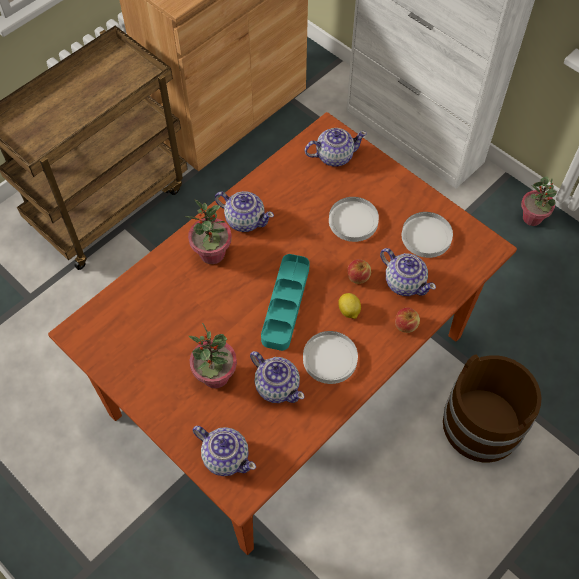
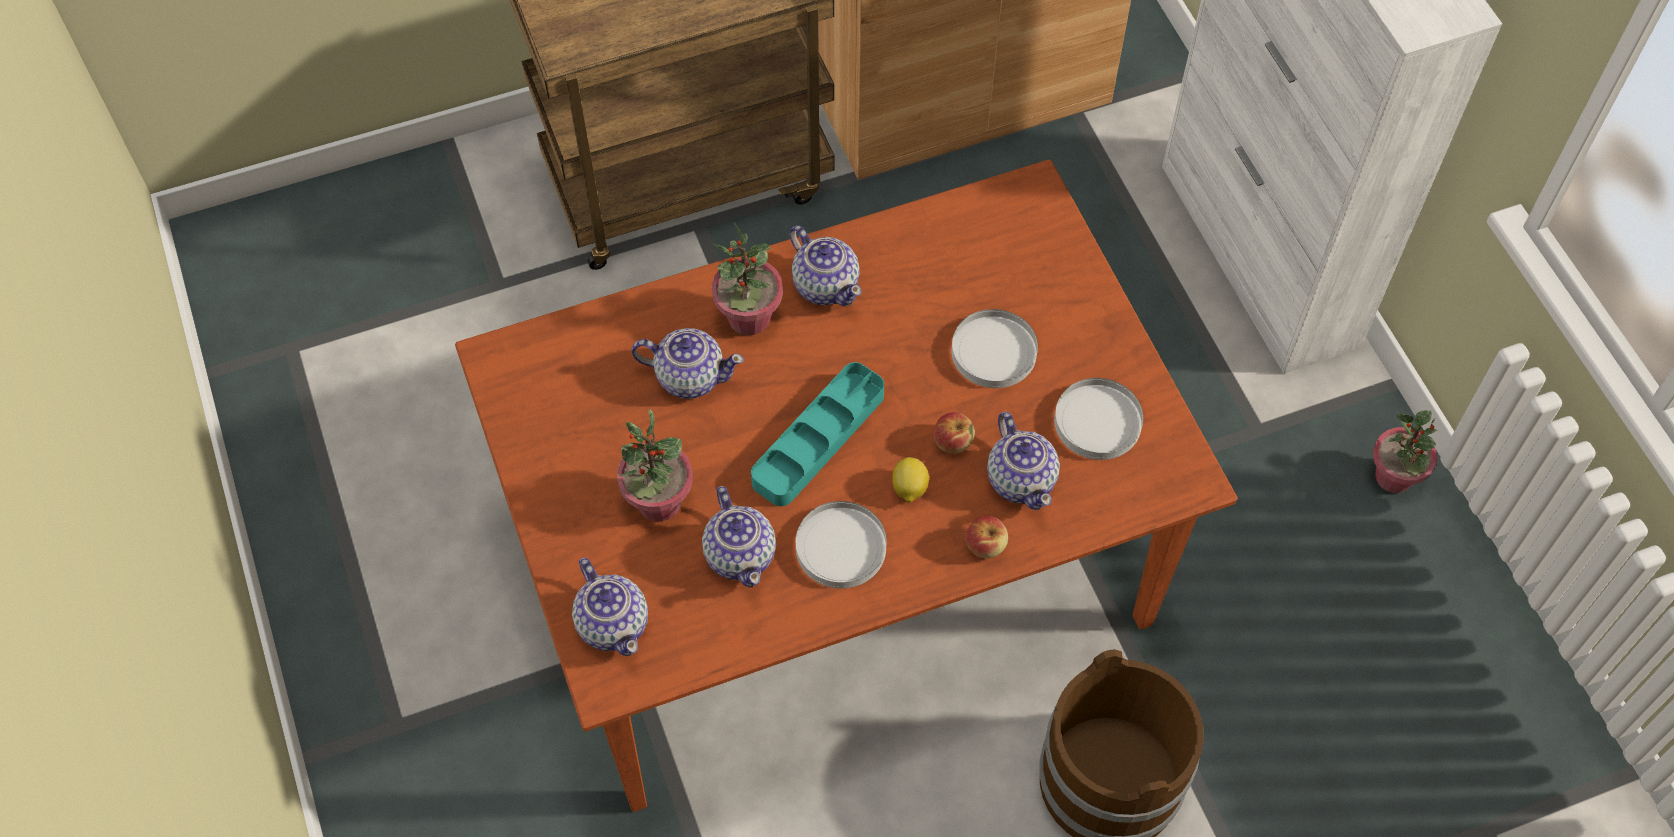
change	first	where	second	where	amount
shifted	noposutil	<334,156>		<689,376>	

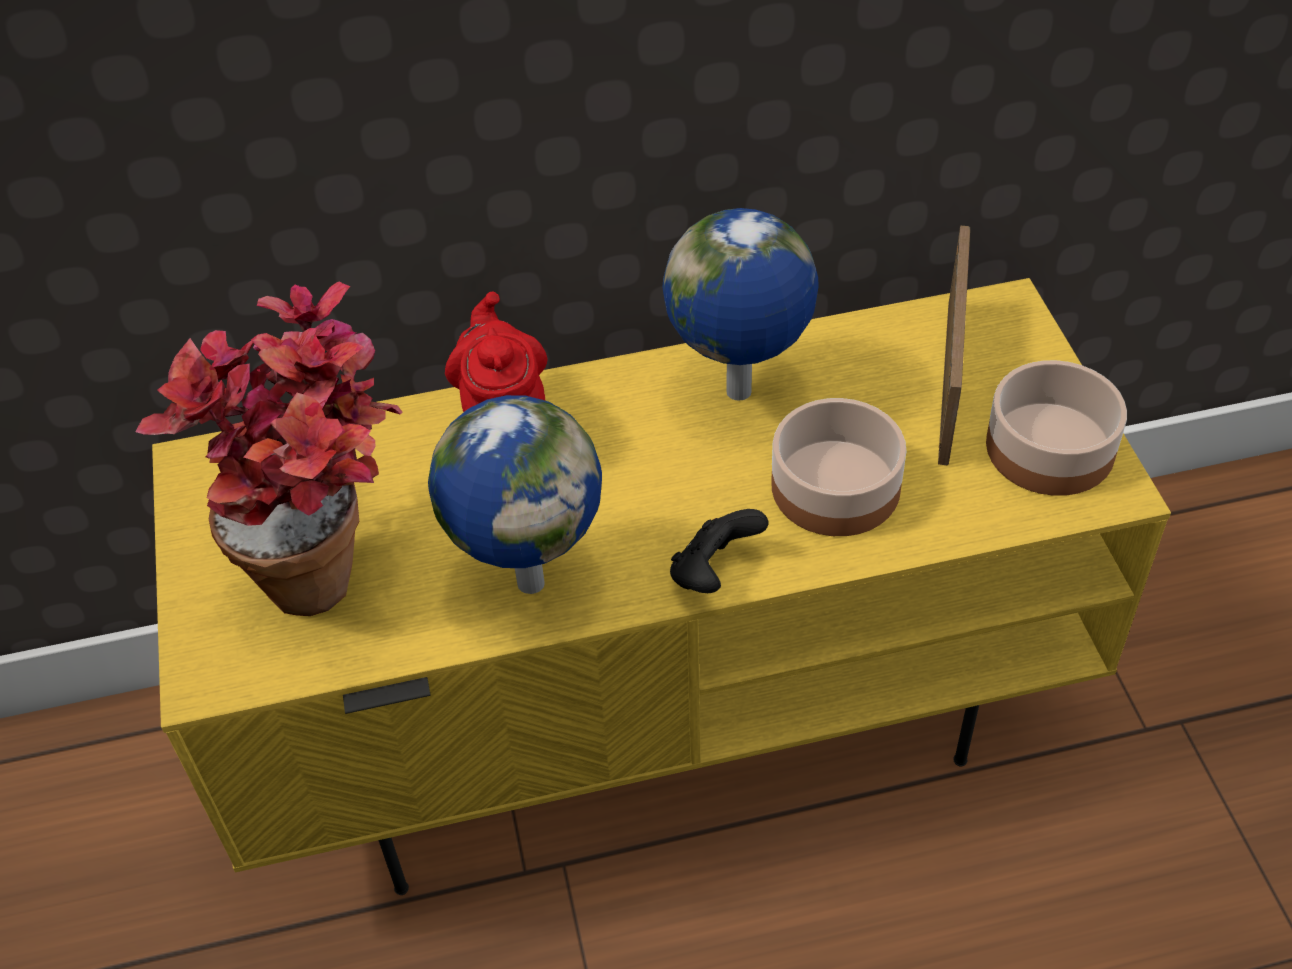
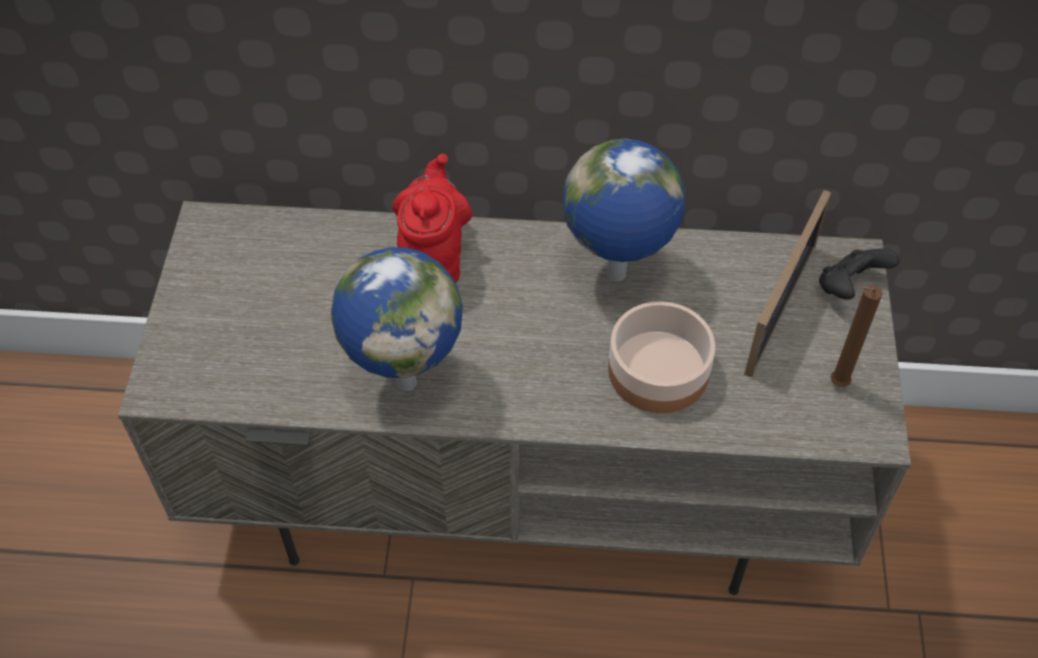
change	first	where	second	where	amount
gone	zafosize	<331,562>			
repainted	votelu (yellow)	<660,713>	votelu (grey)	<523,486>	
shifted	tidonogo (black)	<714,572>		<849,287>	
swapped	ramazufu	<1047,447>	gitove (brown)	<835,384>	

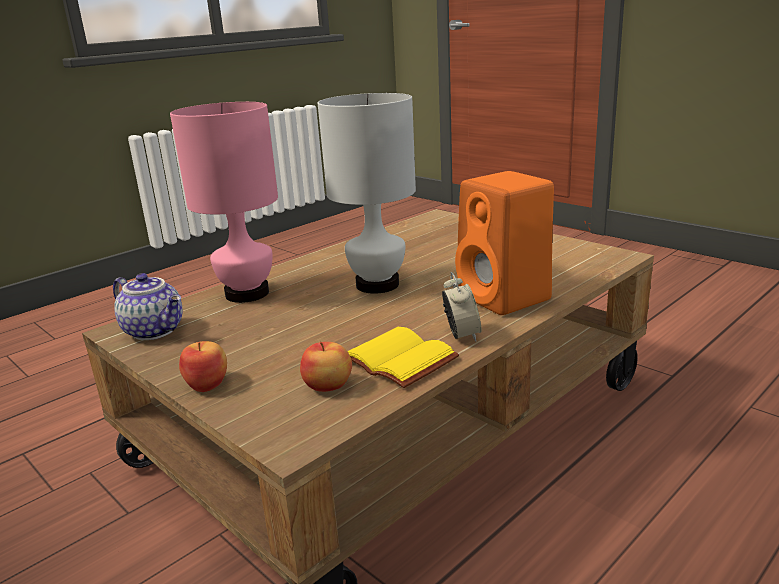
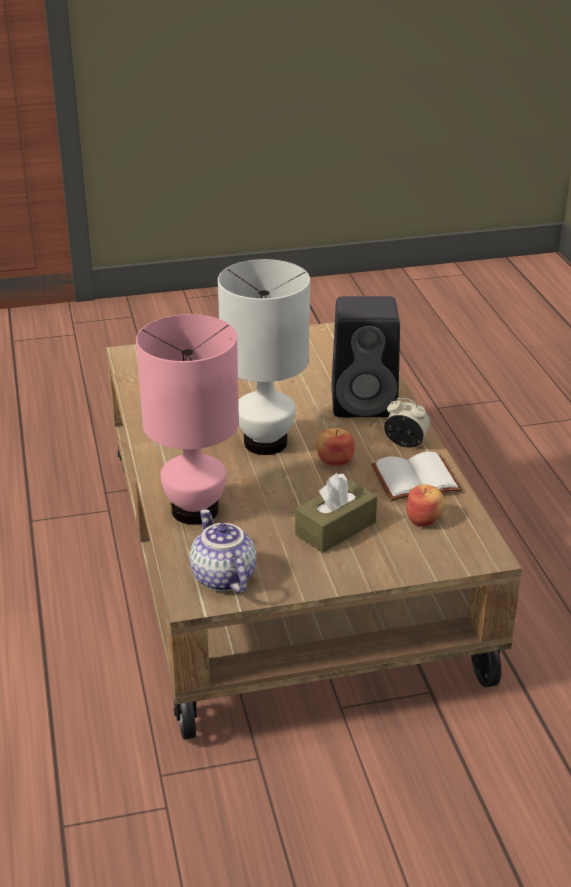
change	first	where	second	where	amount
rotated	noposutil	<155,330>		<221,577>	90 degrees counterclockwise
shifted	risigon	<208,384>		<335,460>	
repainted	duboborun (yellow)	<396,360>	duboborun (white)	<415,481>	
repainted	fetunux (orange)	<506,298>	fetunux (black)	<366,403>	
new			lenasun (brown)	<335,528>	

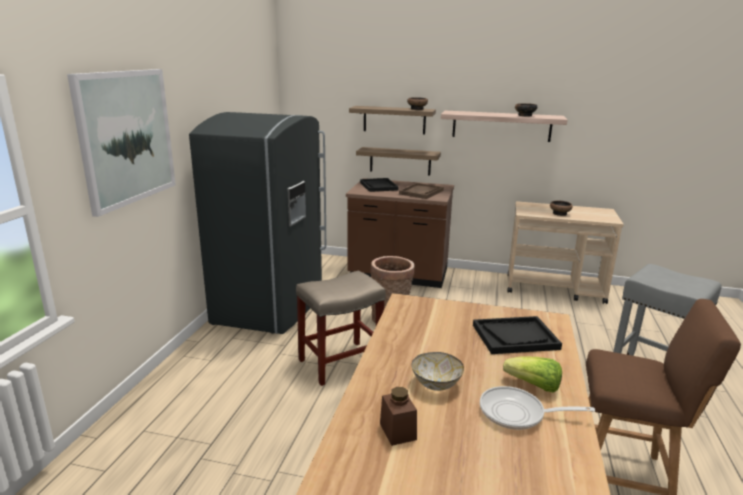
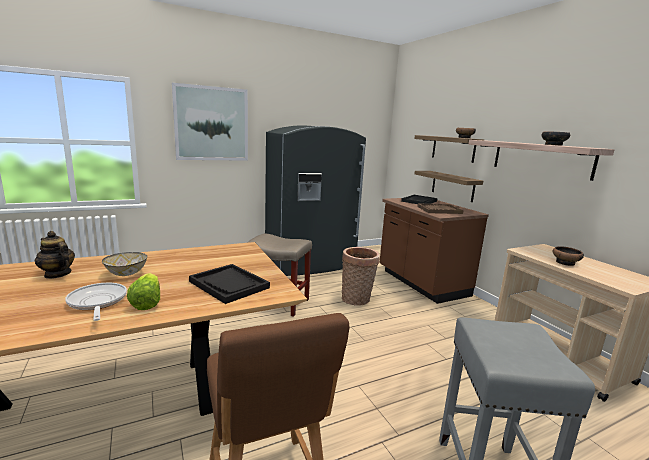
change	first	where	second	where	amount
swapped	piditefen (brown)	<398,431>	noposutil	<57,274>	

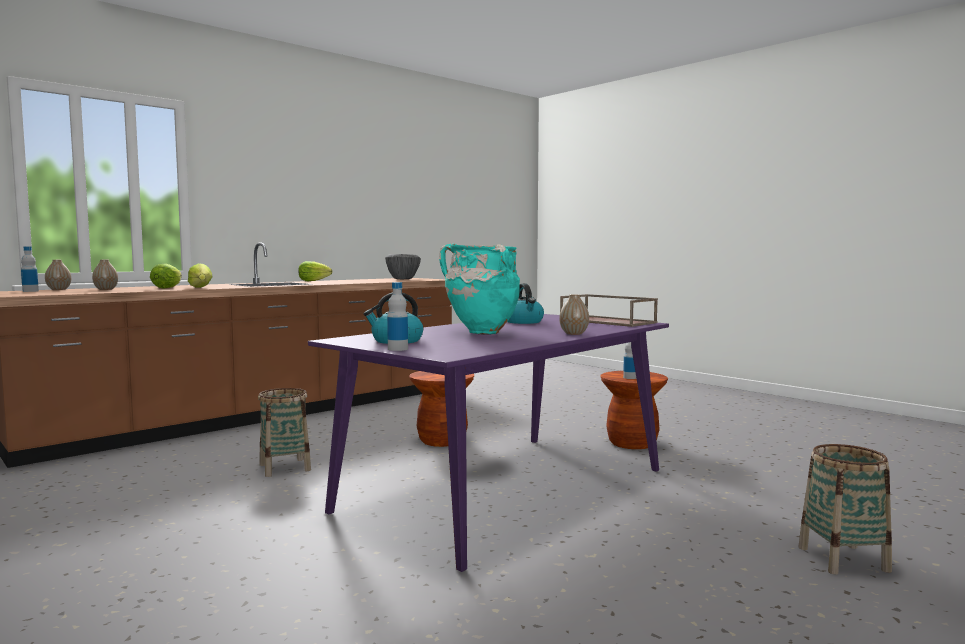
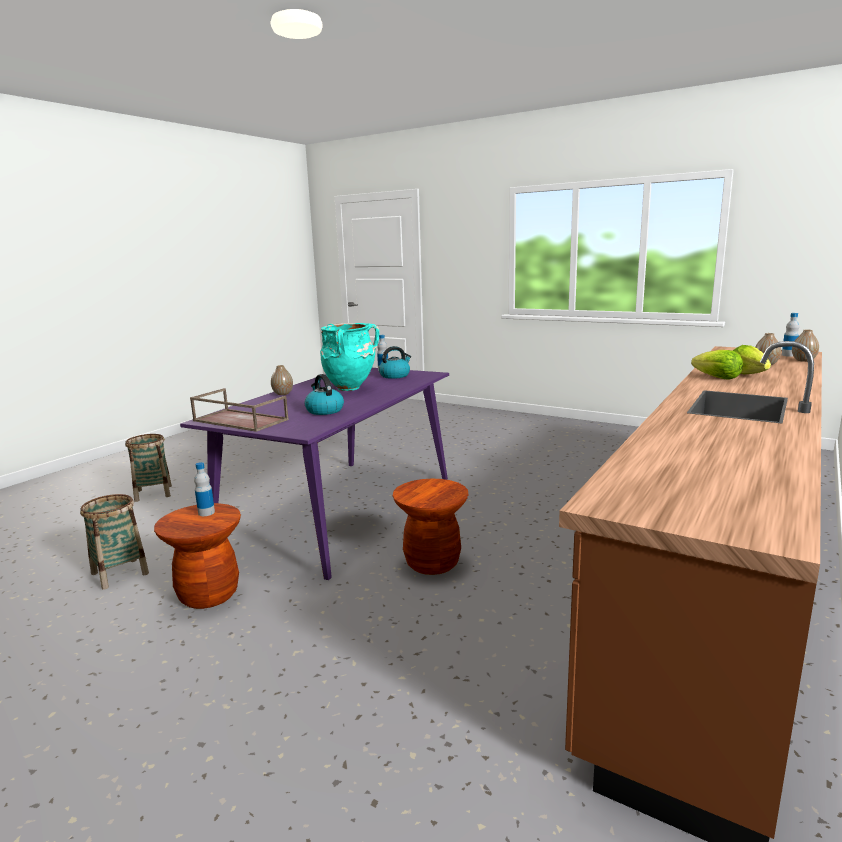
change	first	where	second	where	amount
shifted	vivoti	<284,467>		<120,573>	
gone	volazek	<313,281>			
gone	ramazufu	<403,279>			

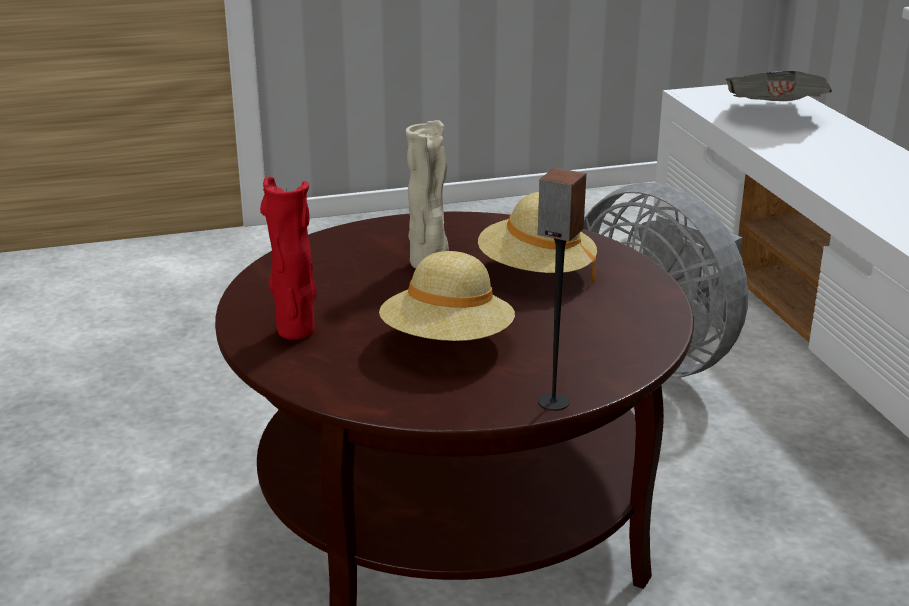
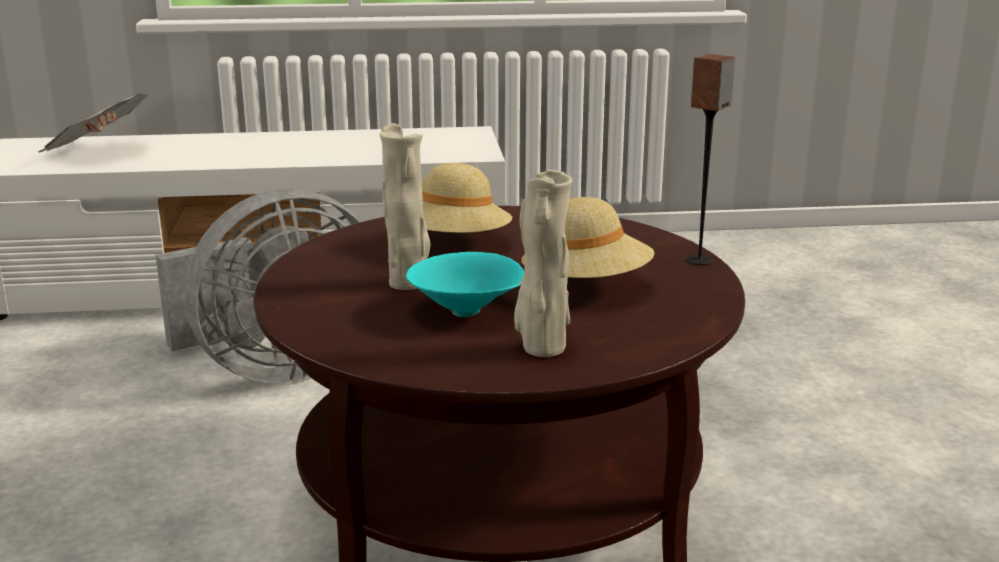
change	first	where	second	where	amount
repainted	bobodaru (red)	<296,330>	bobodaru (beige)	<541,349>	
new			ramazufu (turquoise)	<468,312>	

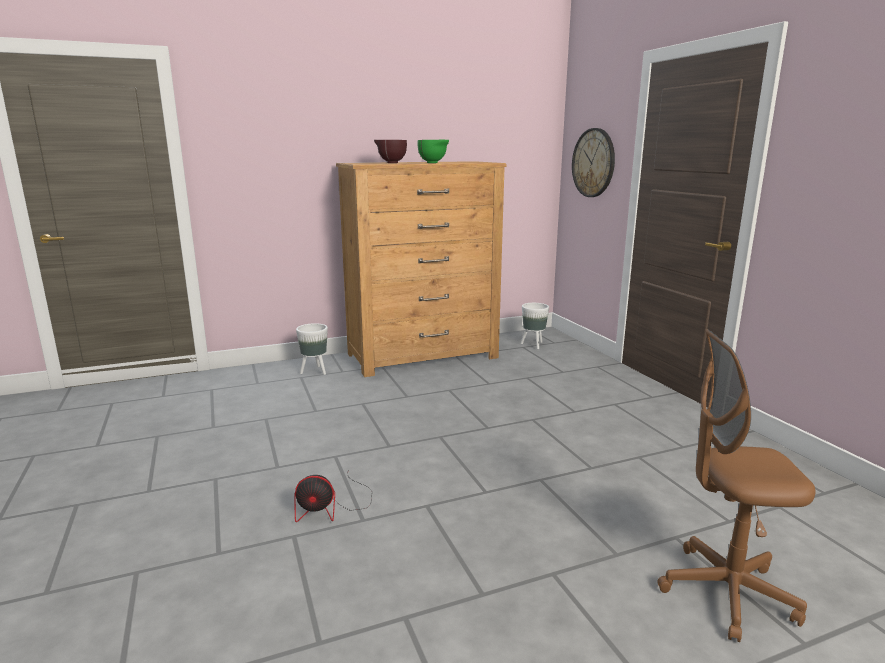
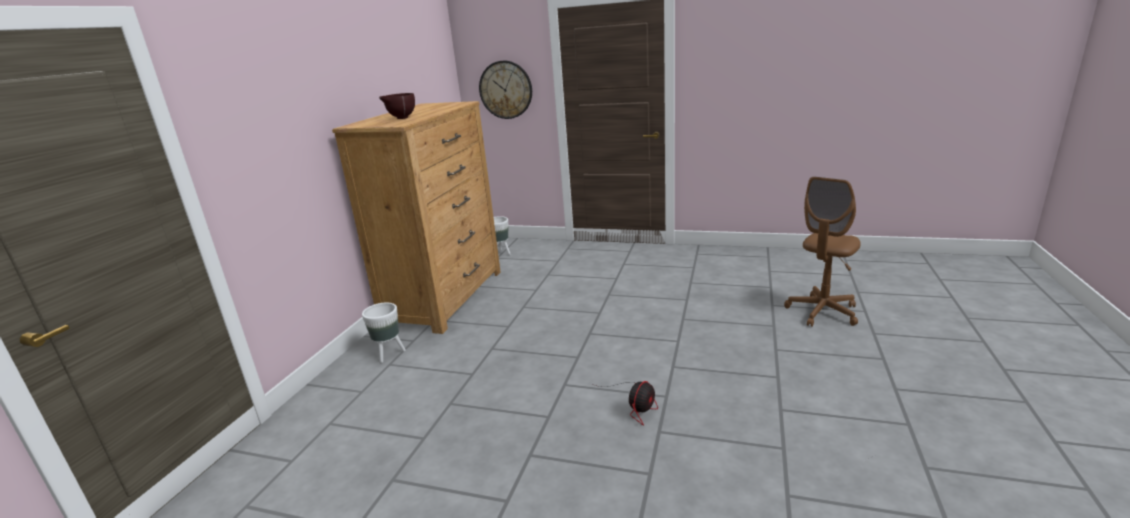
change	first	where	second	where	amount
gone	ramazufu (green)	<433,163>			

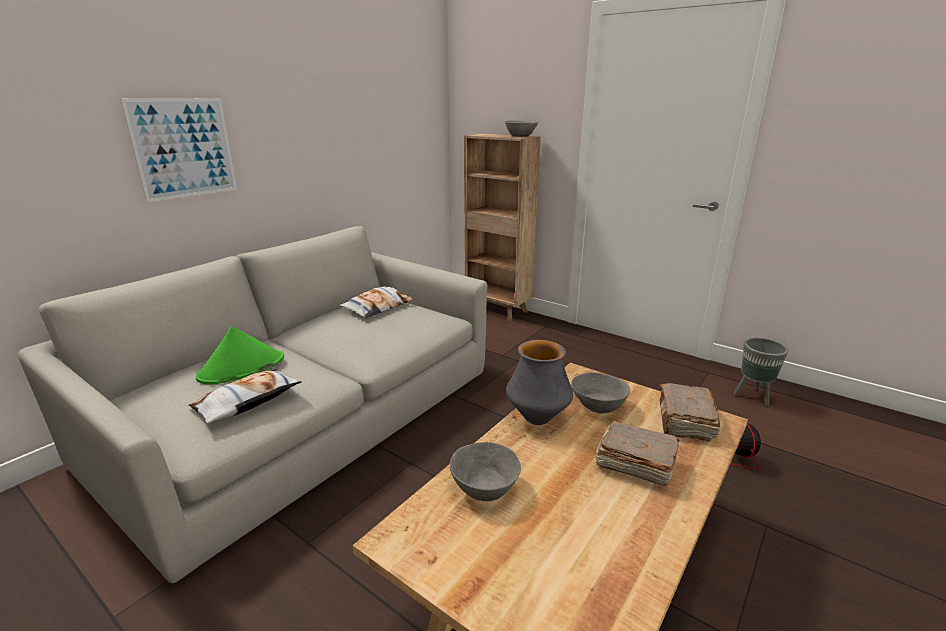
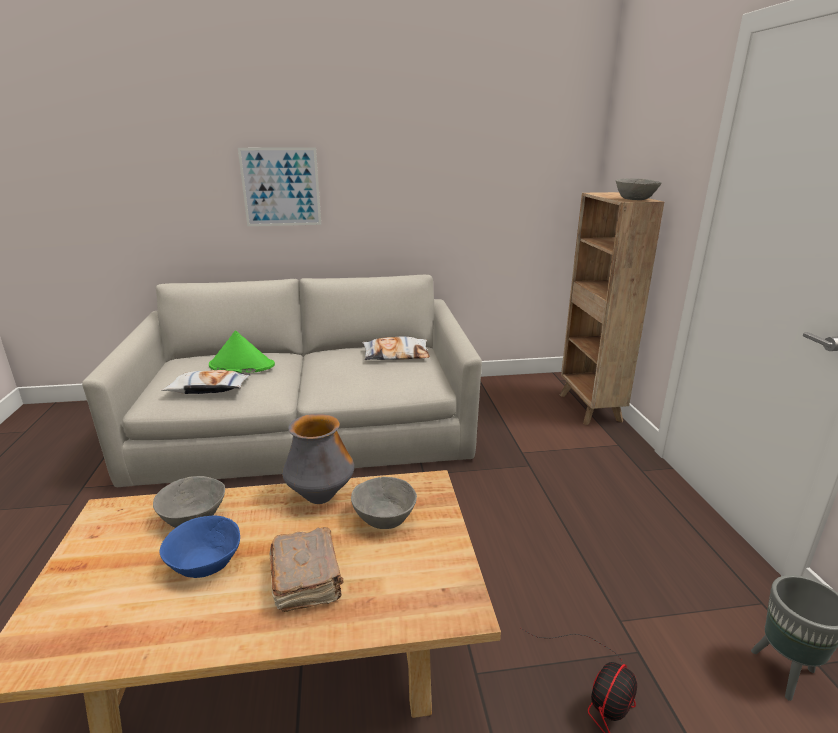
change	first	where	second	where	amount
gone	duboborun (brown)	<684,422>			
new			ramazufu (blue)	<204,565>	

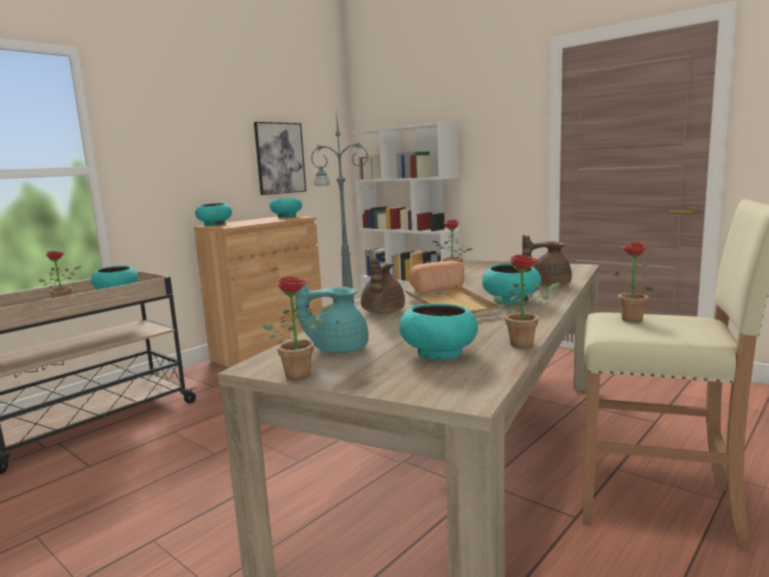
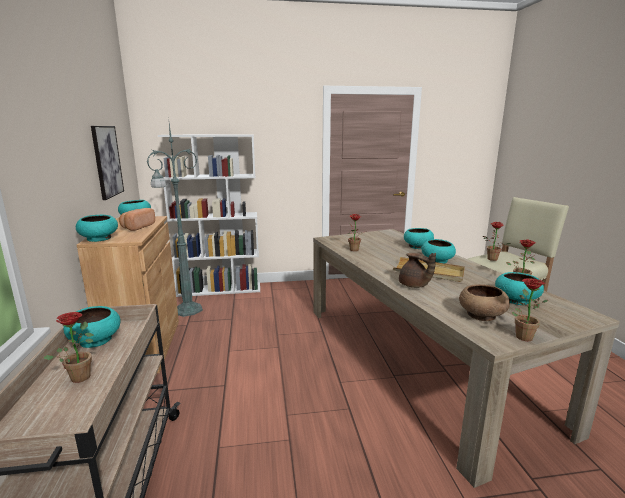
change	first	where	second	where	amount
swapped	noposutil (turquoise)	<338,349>	ramazufu (brown)	<481,315>	
shifted	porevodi	<434,289>		<137,227>	
swapped	noposutil (brown)	<548,285>	ramazufu (turquoise)	<417,247>	

